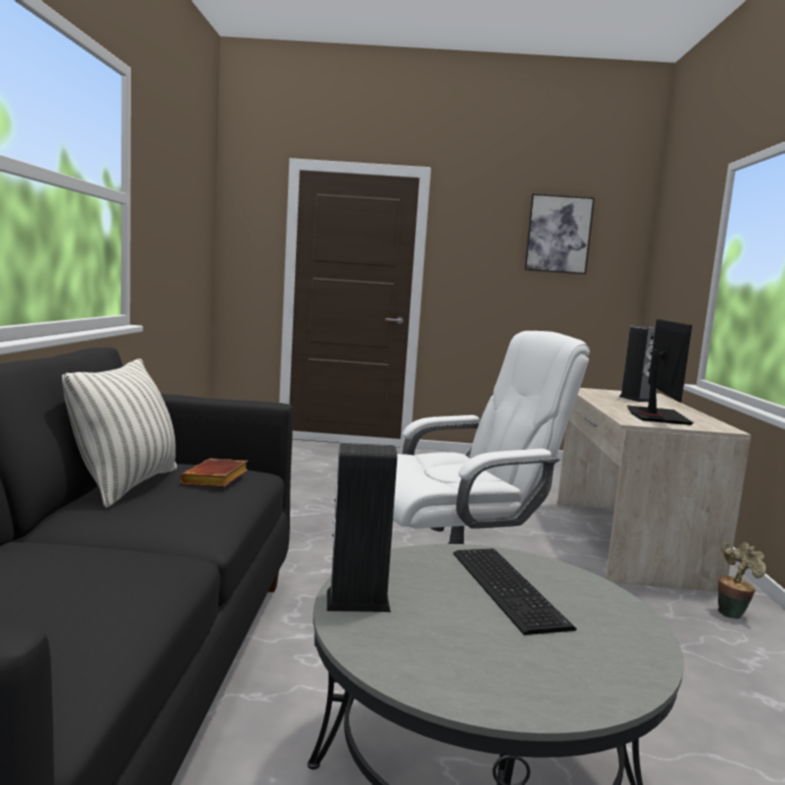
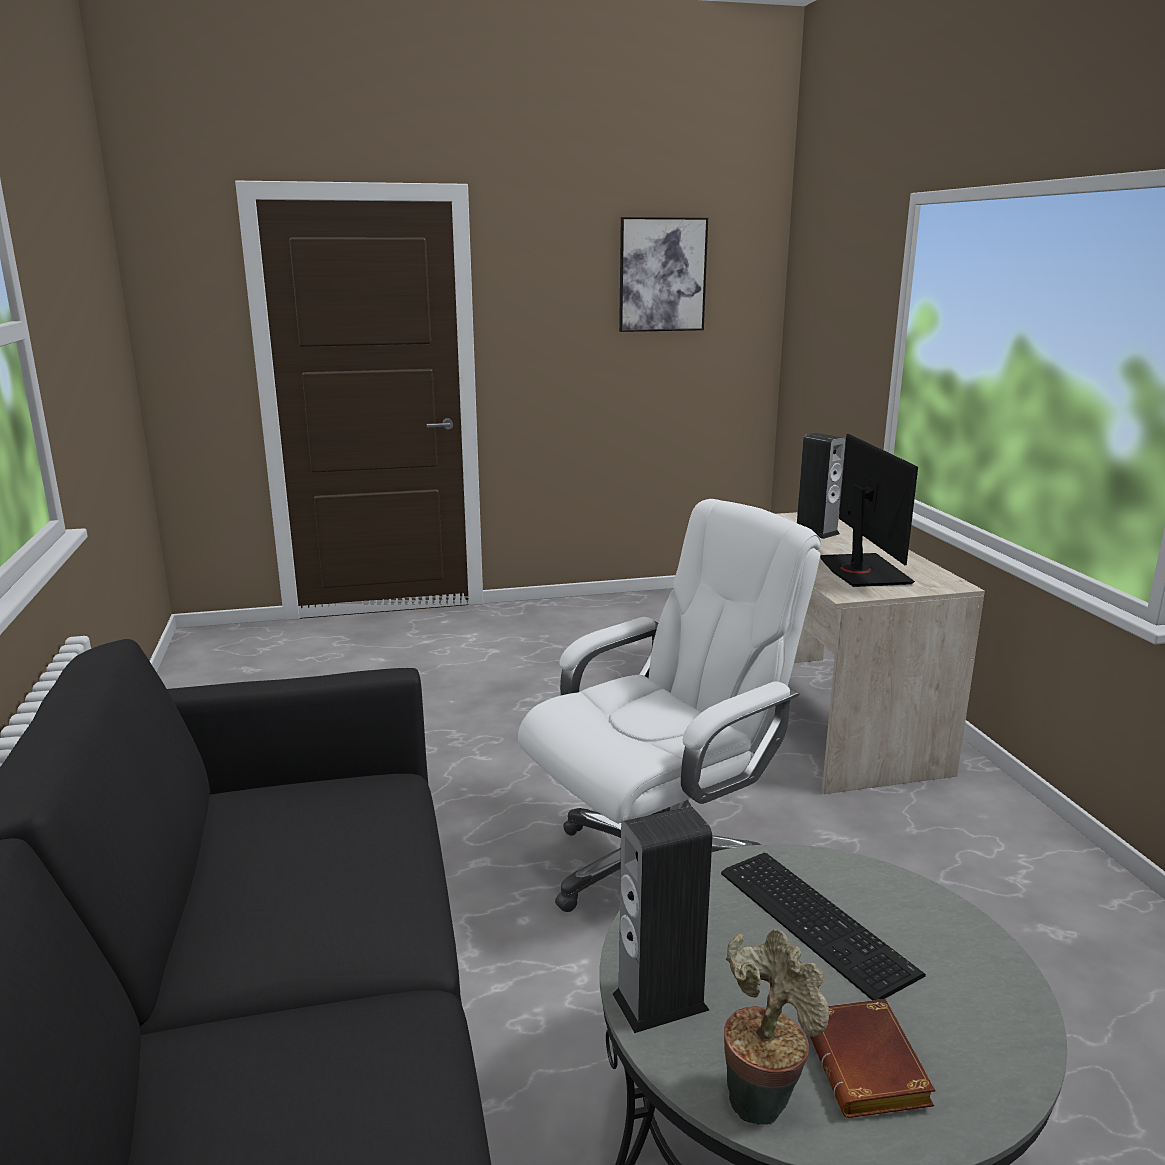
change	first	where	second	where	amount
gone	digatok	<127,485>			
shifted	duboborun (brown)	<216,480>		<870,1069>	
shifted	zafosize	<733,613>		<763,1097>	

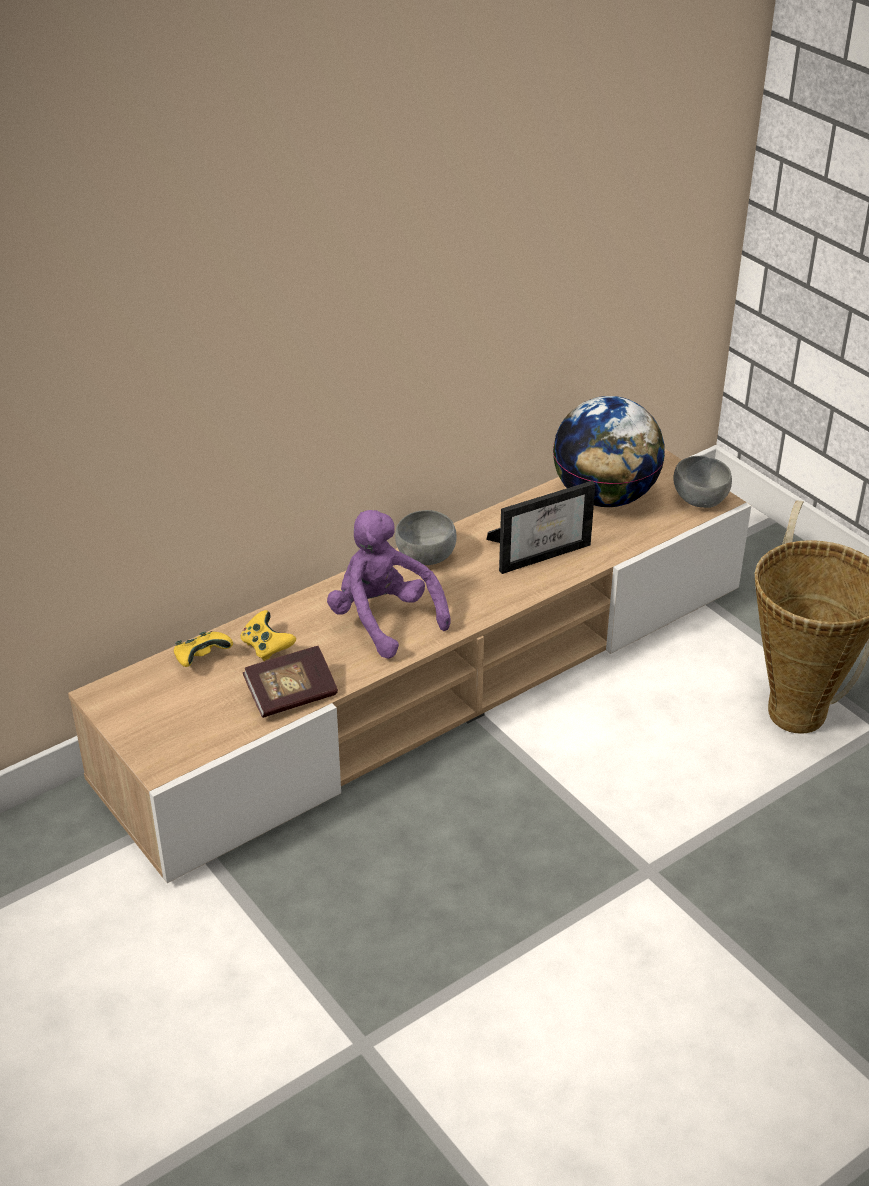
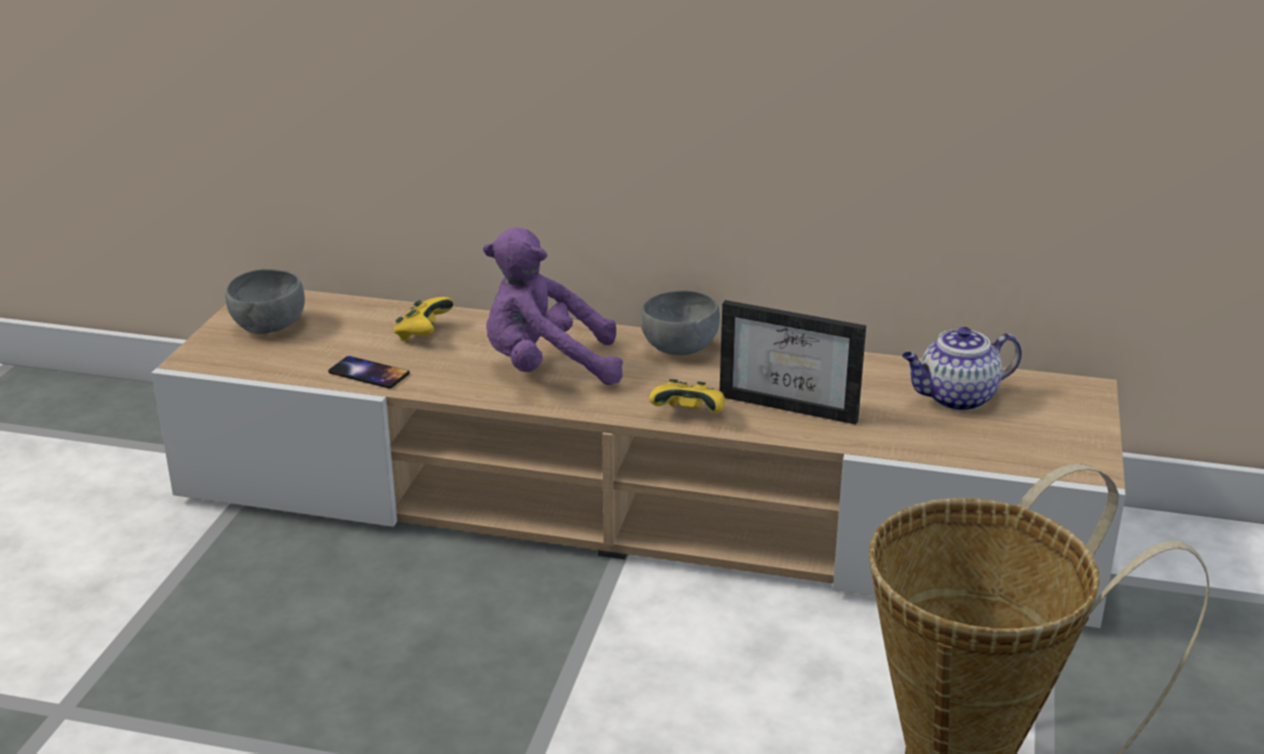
change	first	where	second	where	amount
shifted	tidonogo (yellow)	<202,659>		<689,414>	
swapped	duboborun	<291,695>	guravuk	<369,373>	
rotated	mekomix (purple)	<383,619>		<547,368>	105 degrees counterclockwise
swapped	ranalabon	<604,497>	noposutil	<956,398>	
shifted	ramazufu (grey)	<700,500>		<269,327>	

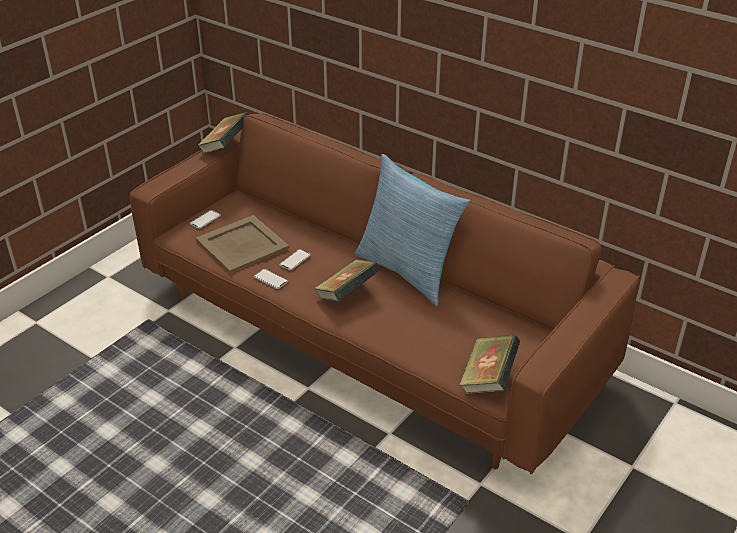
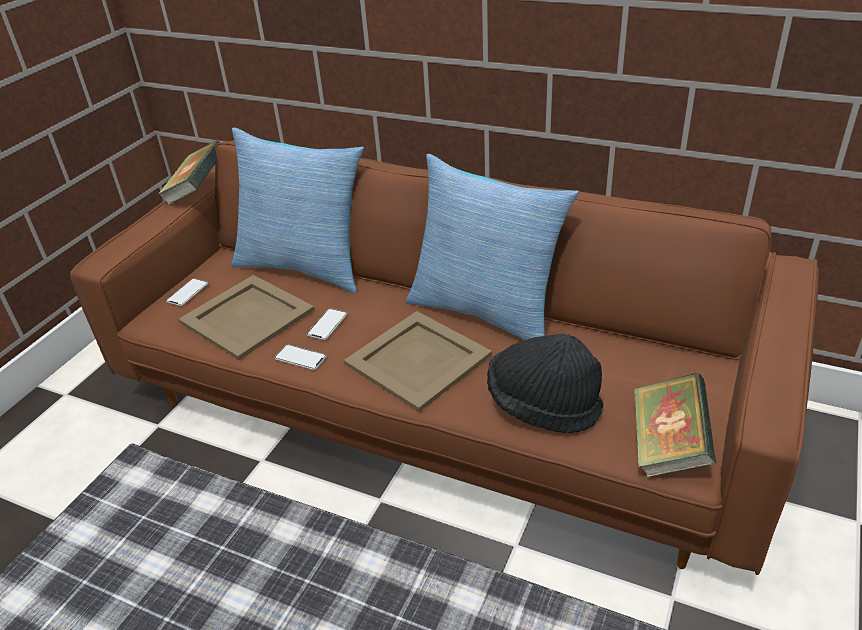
change	first	where	second	where	amount
swapped	duboborun	<347,295>	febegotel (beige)	<416,359>	
new			digatok	<305,266>	
new			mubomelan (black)	<543,405>	

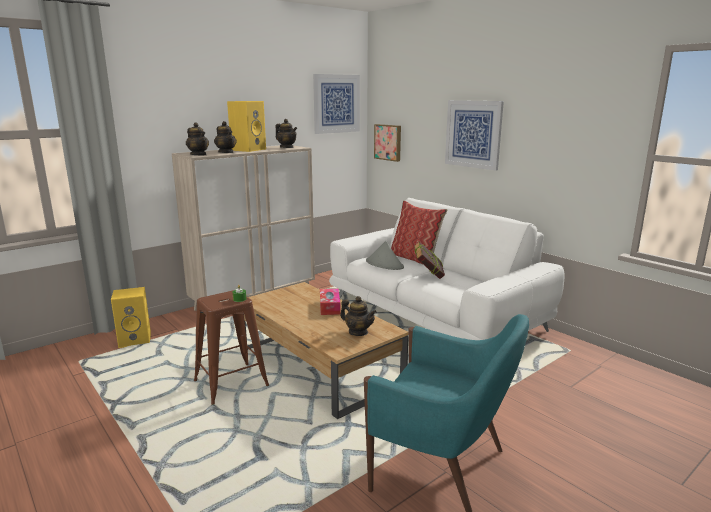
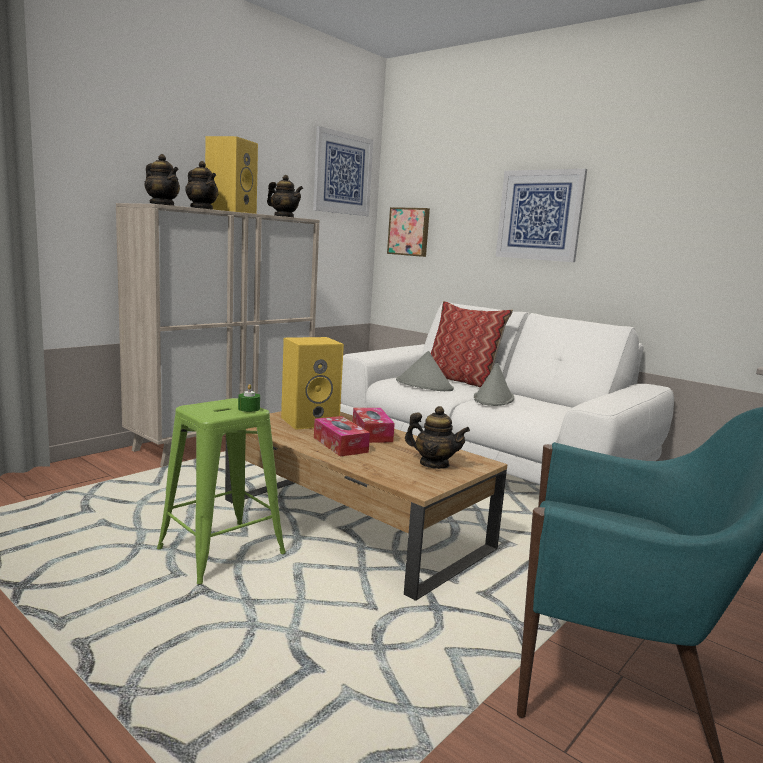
change	first	where	second	where	amount
shifted	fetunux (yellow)	<136,339>		<310,421>	
repainted	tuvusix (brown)	<230,384>	tuvusix (green)	<220,552>	
swapped	duboborun	<428,276>	mubomelan (grey)	<493,399>	
new			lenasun	<340,445>	

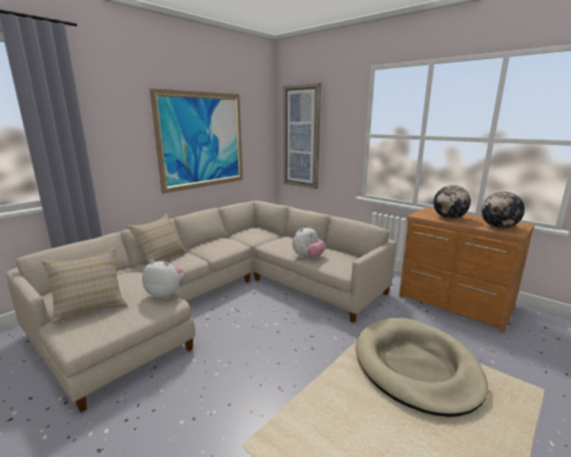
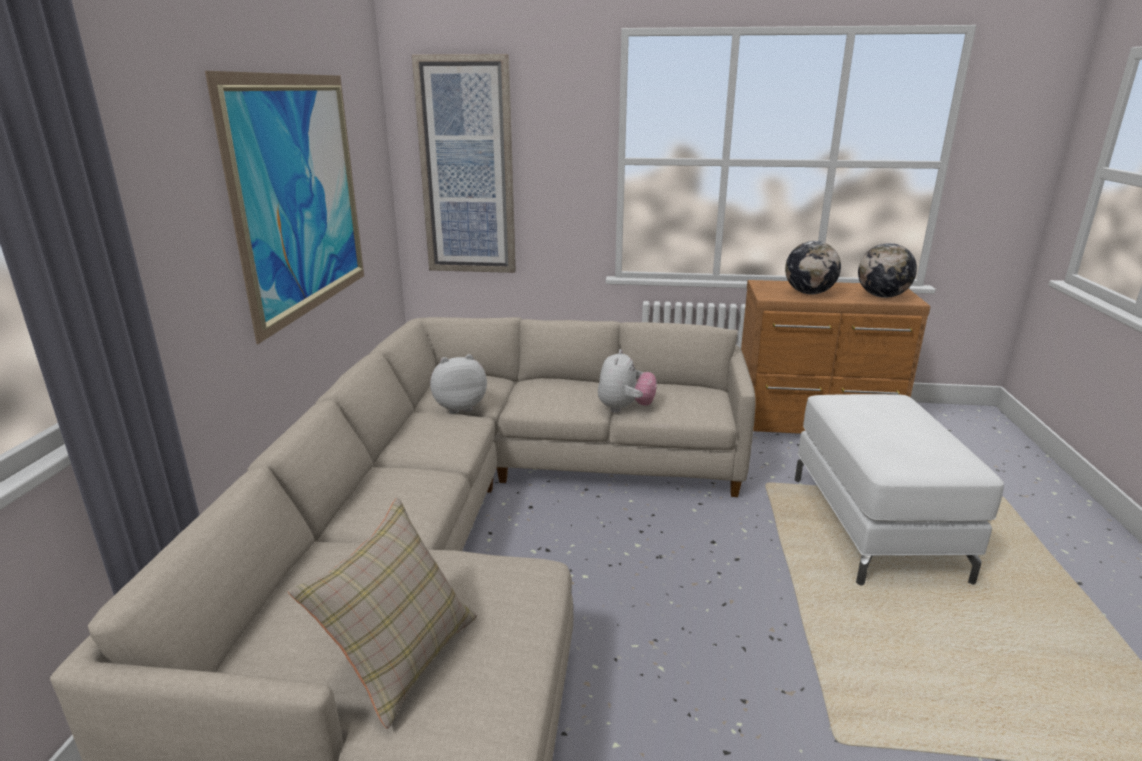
change	first	where	second	where	amount
gone	digatok (beige)	<161,257>			
shifted	mekomix	<166,294>		<459,407>	
swapped	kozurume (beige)	<416,367>	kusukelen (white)	<876,526>	

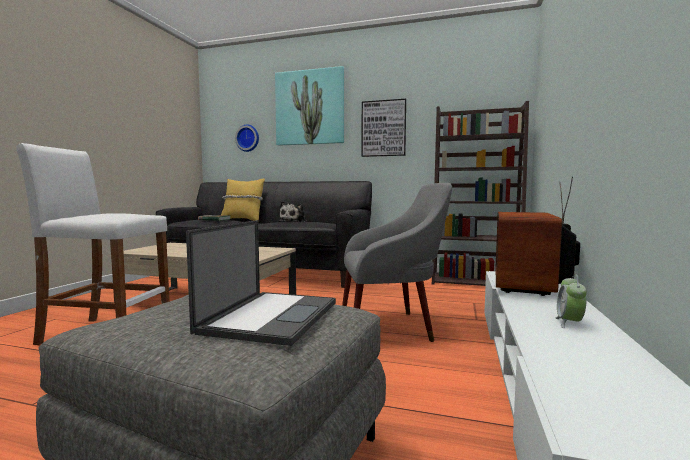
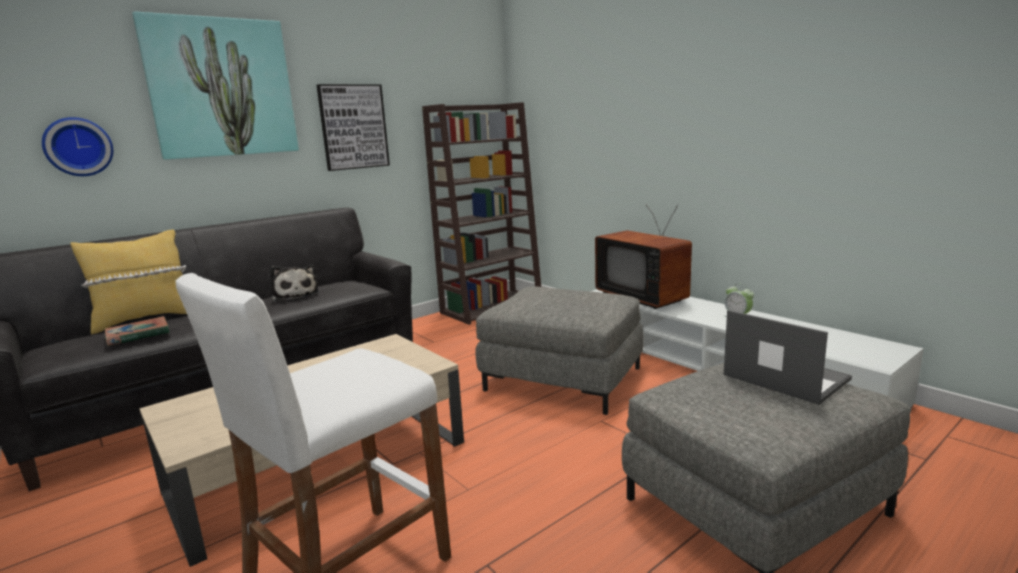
change	first	where	second	where	amount
swapped	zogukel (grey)	<391,327>	kusukelen (grey)	<563,378>	

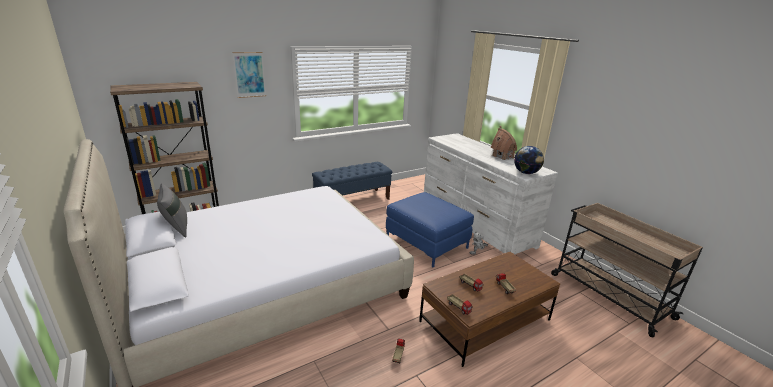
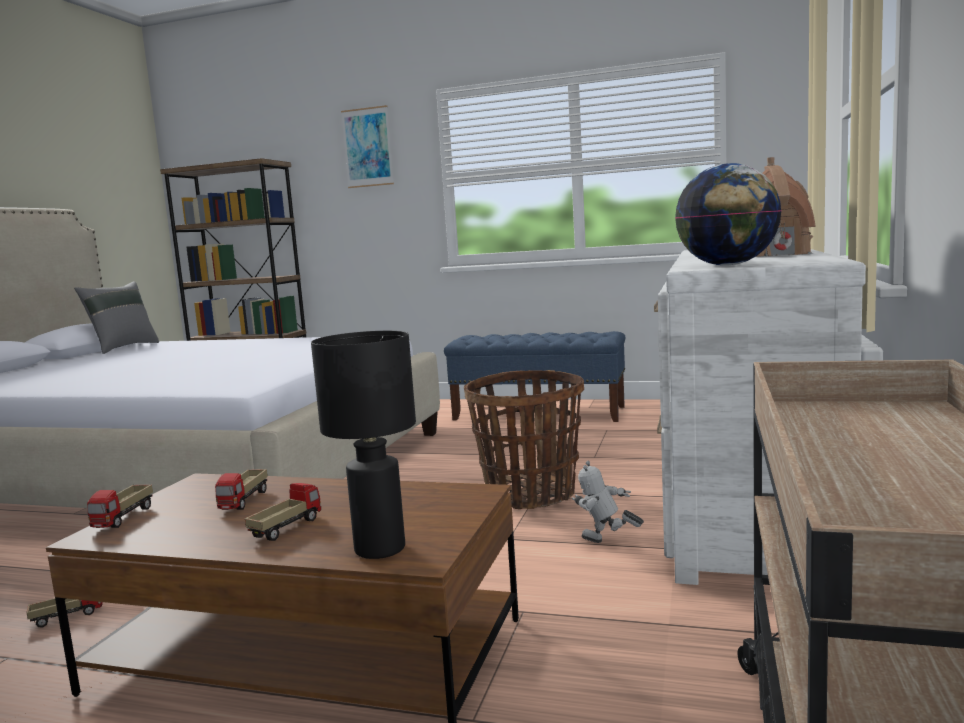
change	first	where	second	where	amount
swapped	kusukelen (blue)	<426,243>	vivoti	<530,494>	
new			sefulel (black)	<381,548>	

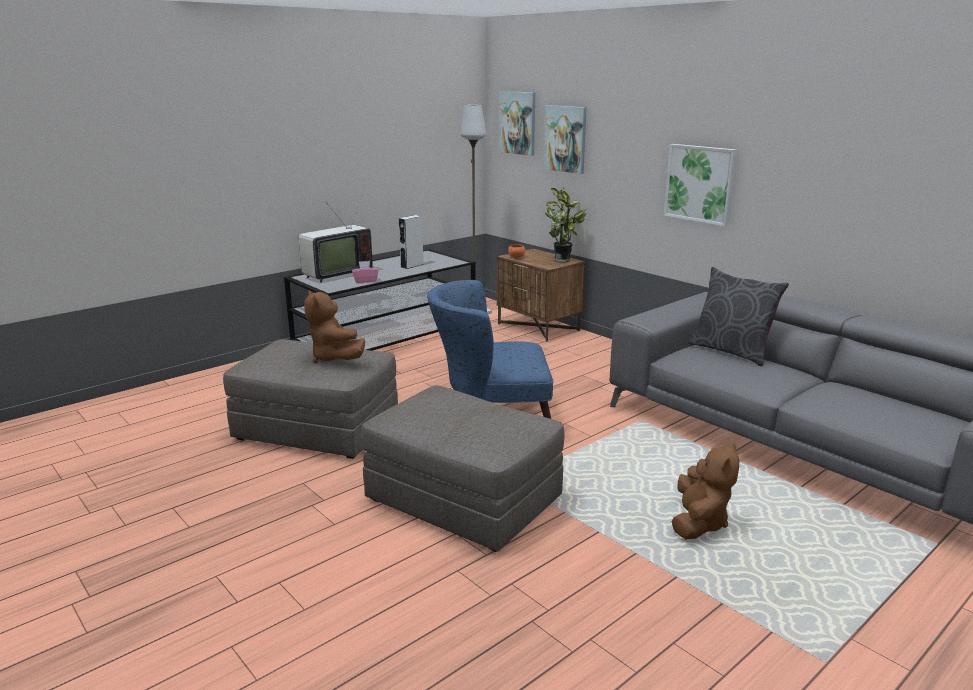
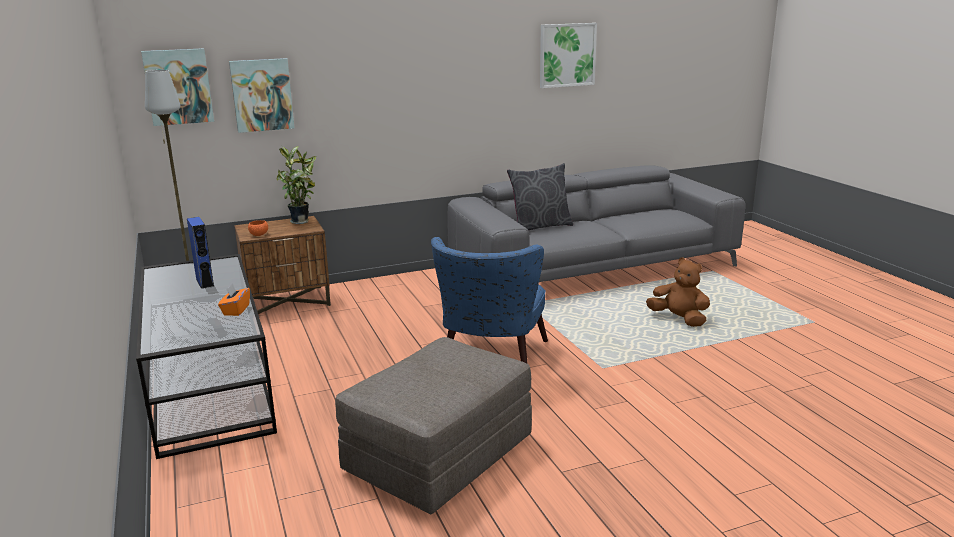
change	first	where	second	where	amount
gone	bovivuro	<335,274>			
gone	mekomix (brown)	<334,358>			
repainted	lenasun (pink)	<365,280>	lenasun (orange)	<236,310>	
gone	kusukelen (grey)	<464,499>			
repainted	fetunux (grey)	<412,265>	fetunux (blue)	<205,282>	
shifted	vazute	<699,184>		<567,55>	

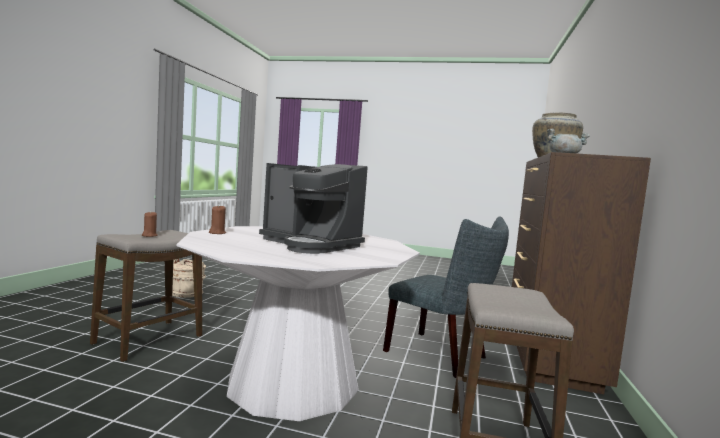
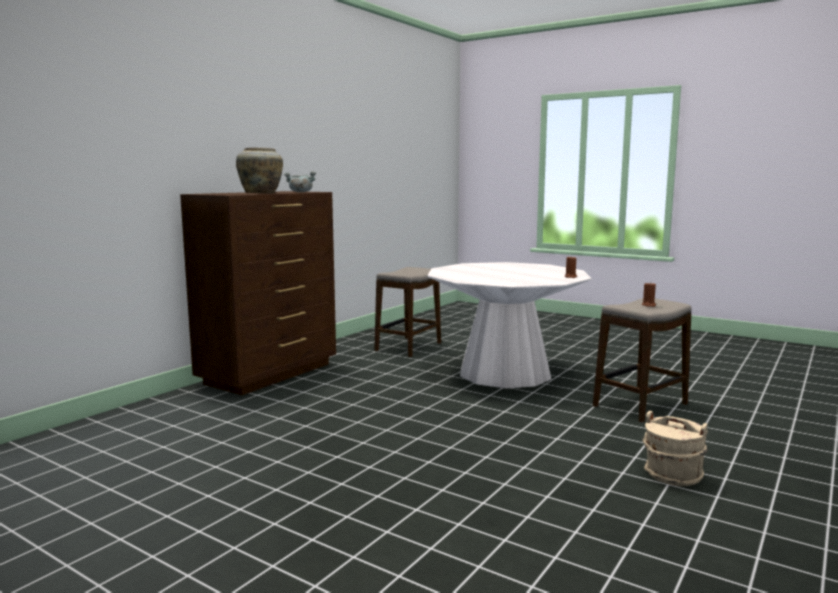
change	first	where	second	where	amount
gone	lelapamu	<311,244>			
gone	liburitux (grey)	<441,355>			

